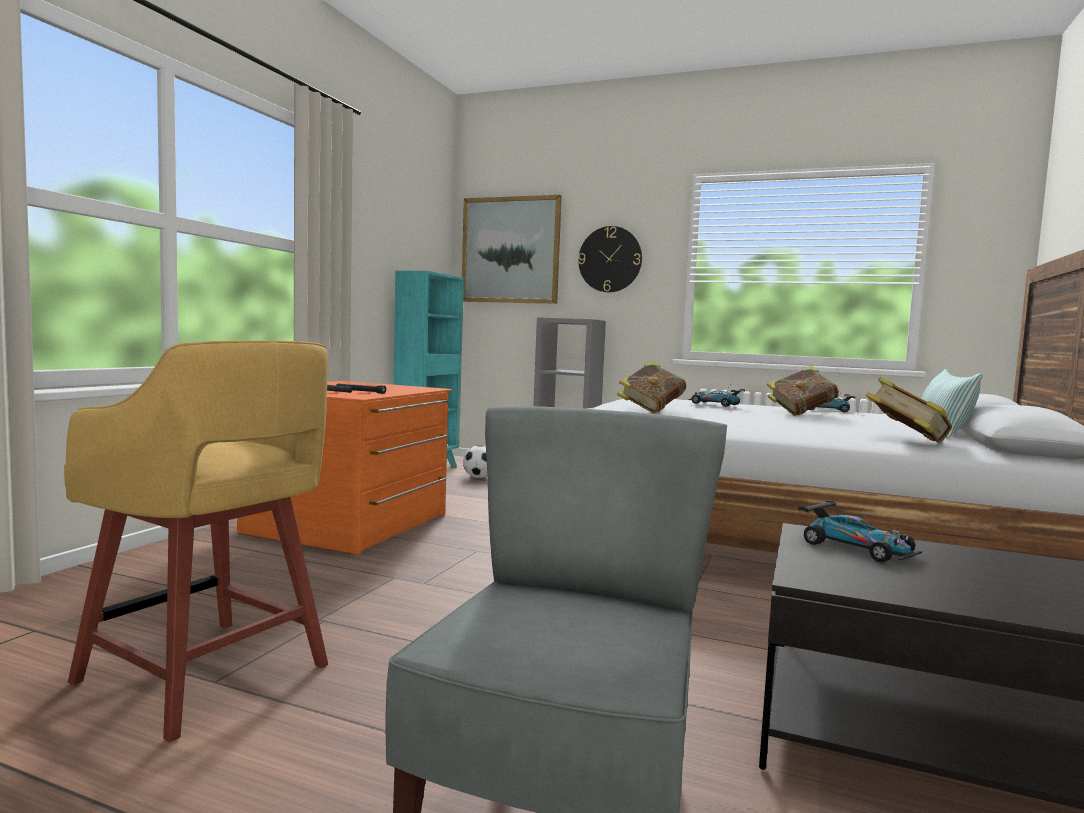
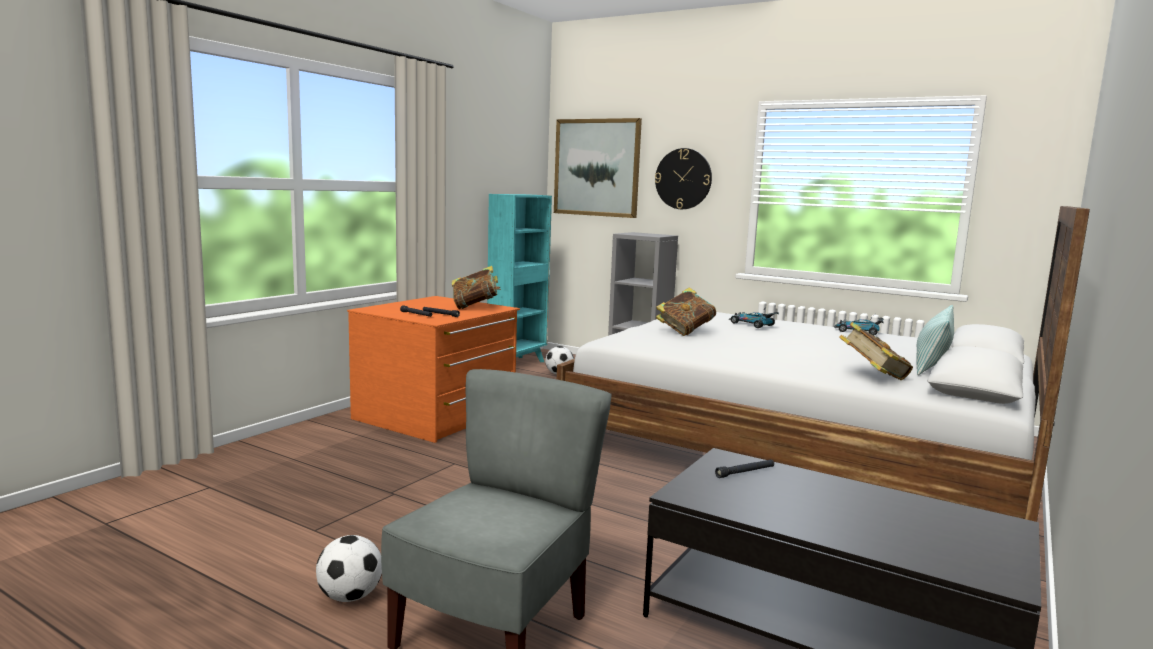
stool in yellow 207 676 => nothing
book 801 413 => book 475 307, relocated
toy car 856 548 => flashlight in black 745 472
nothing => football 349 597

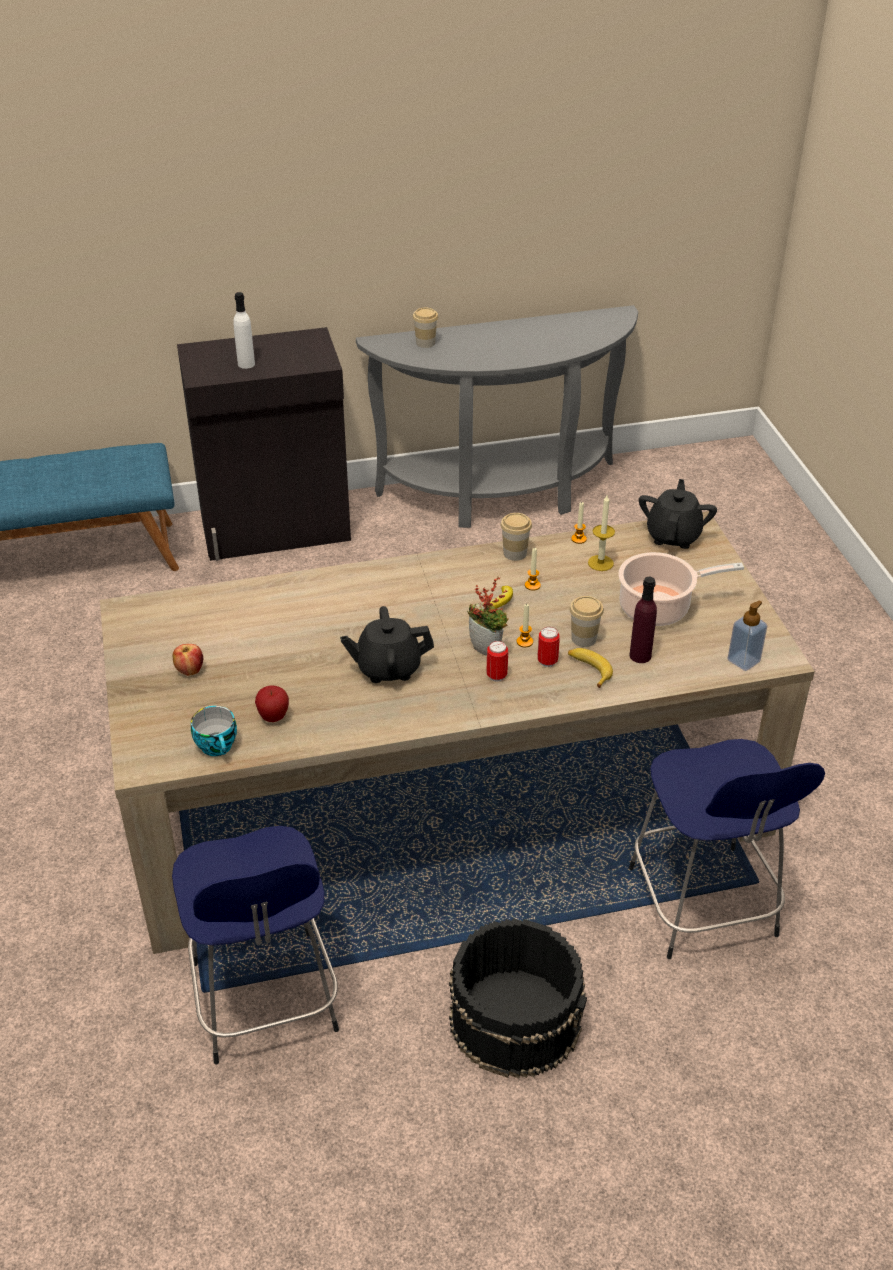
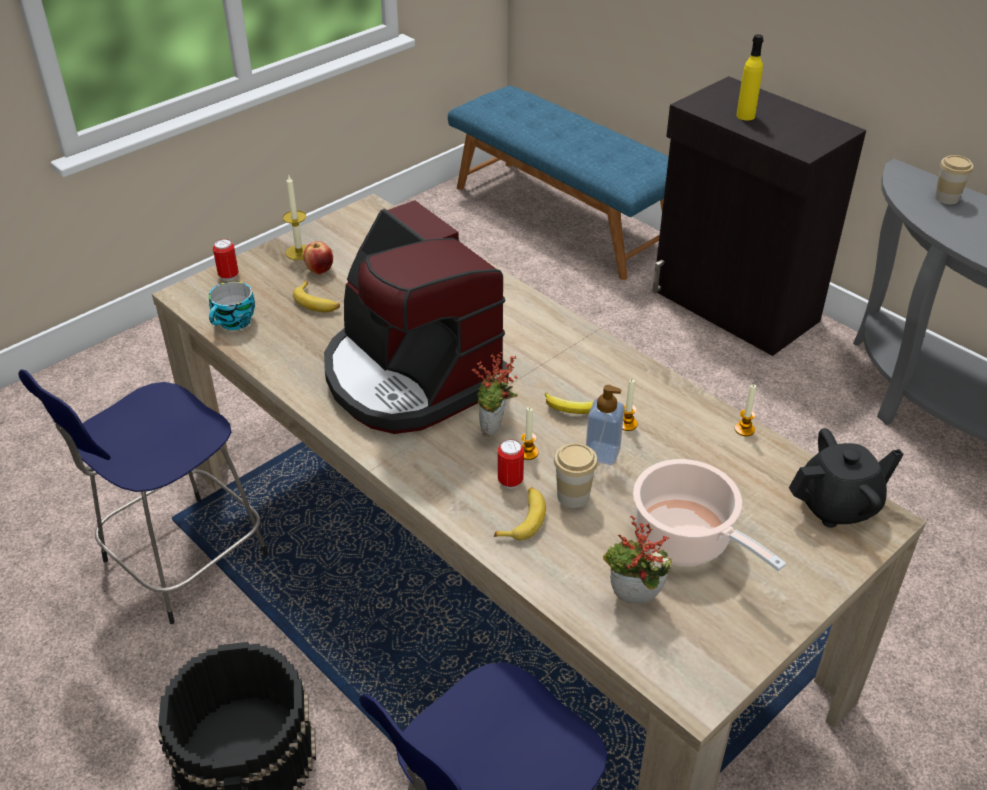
bottle in white 246 364 => bottle in yellow 745 116
candle 600 563 => candle 299 252, relocated
cup 515 553 => nothing
bottle in purple 640 655 => nothing
soap dispenser 743 660 => soap dispenser 602 453, relocated
teapot in black 388 668 => coffee machine 410 376
can 496 676 => can 228 276, relocated
apple 273 717 => nothing
nothing => banana 317 303
nothing => potted plant 633 601

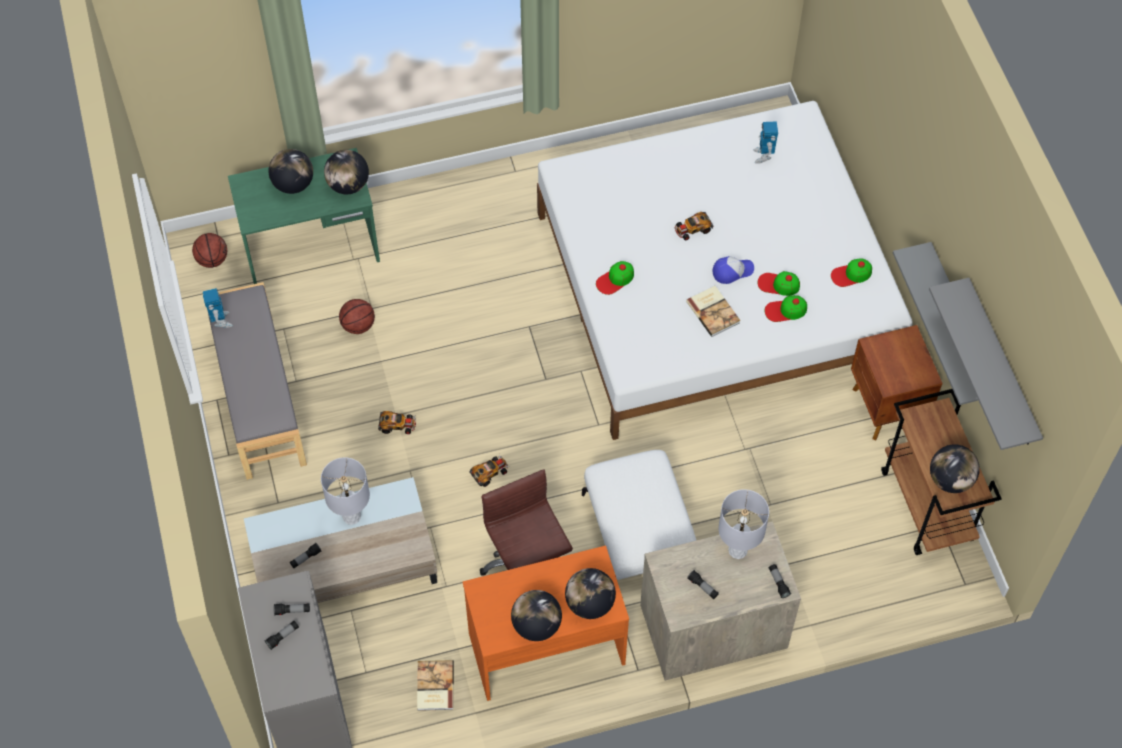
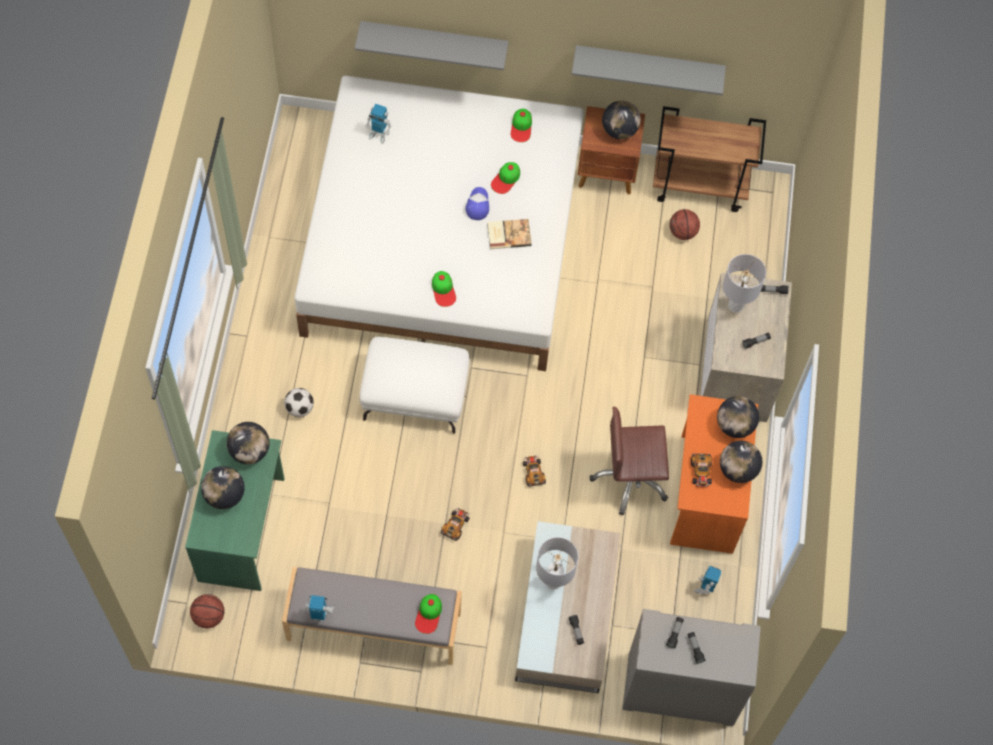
toy car 692 229 => toy car 701 472, relocated
shelf in grey 1001 366 => shelf in grey 434 40, relocated
cap 785 310 => cap 429 614, relocated
basketball 358 325 => basketball 682 232, relocated
globe 950 480 => globe 619 130, relocated
ottoman in white 639 531 => ottoman in white 415 393, relocated
book 434 686 => toy robot 705 587
nothing => football 300 408

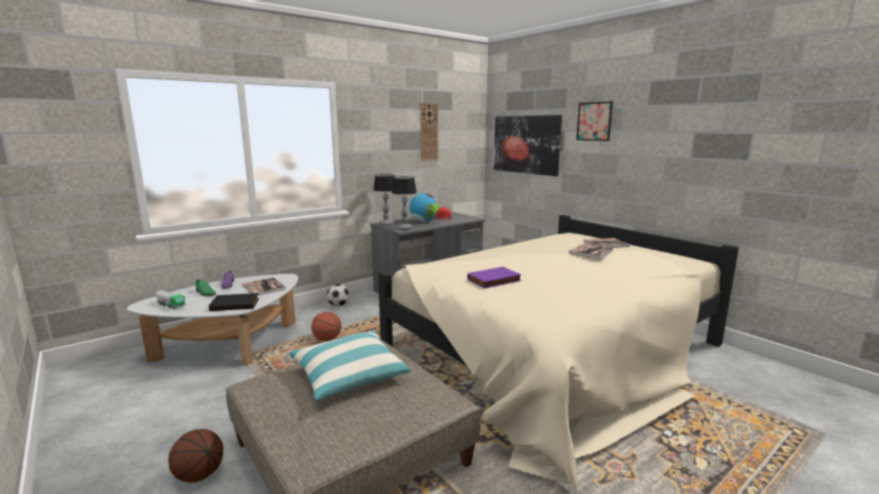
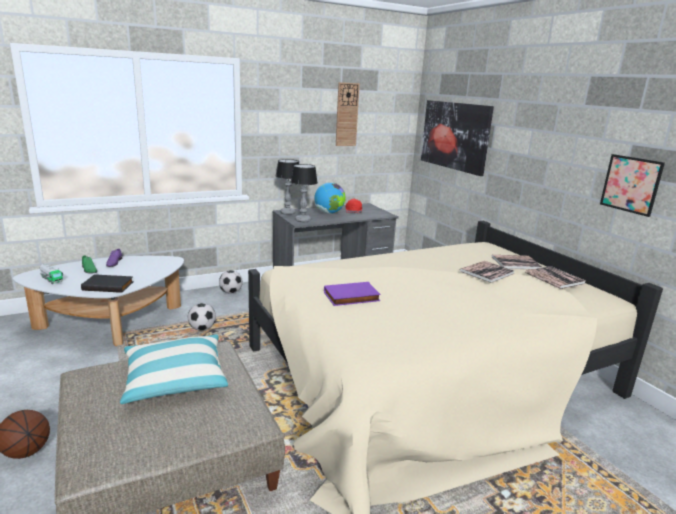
picture 594 121 => picture 631 184, relocated
book 263 287 => book 554 278, relocated
basketball 327 339 => football 202 329

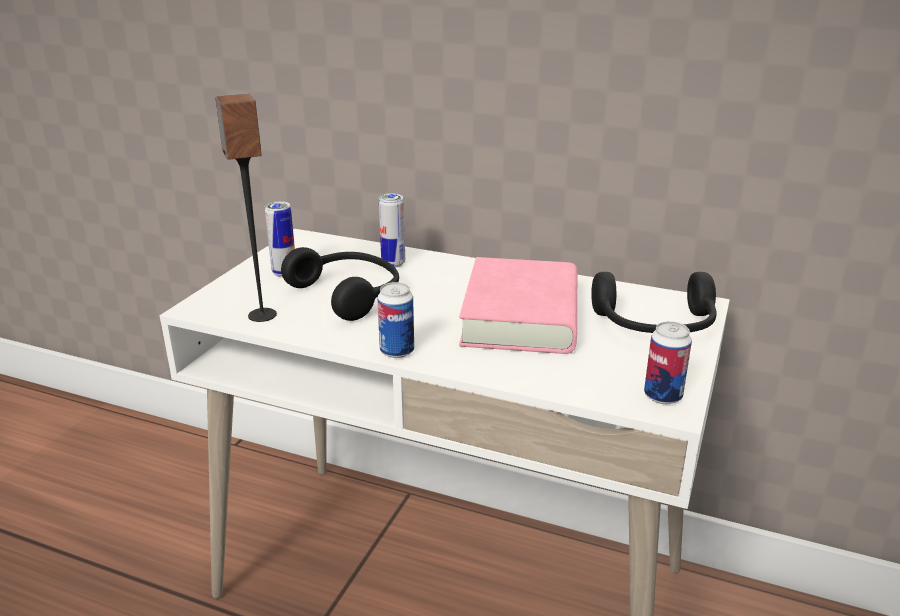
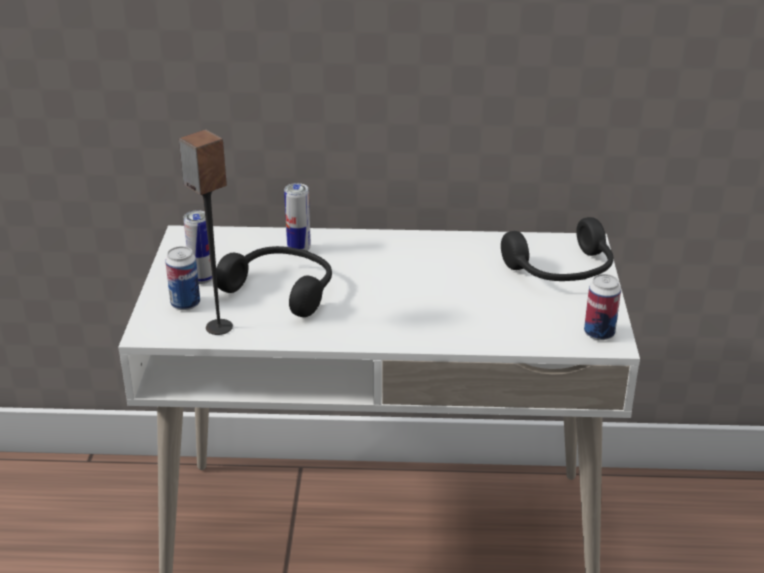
book in pink 521 317 => nothing
can 397 351 => can 185 304, relocated

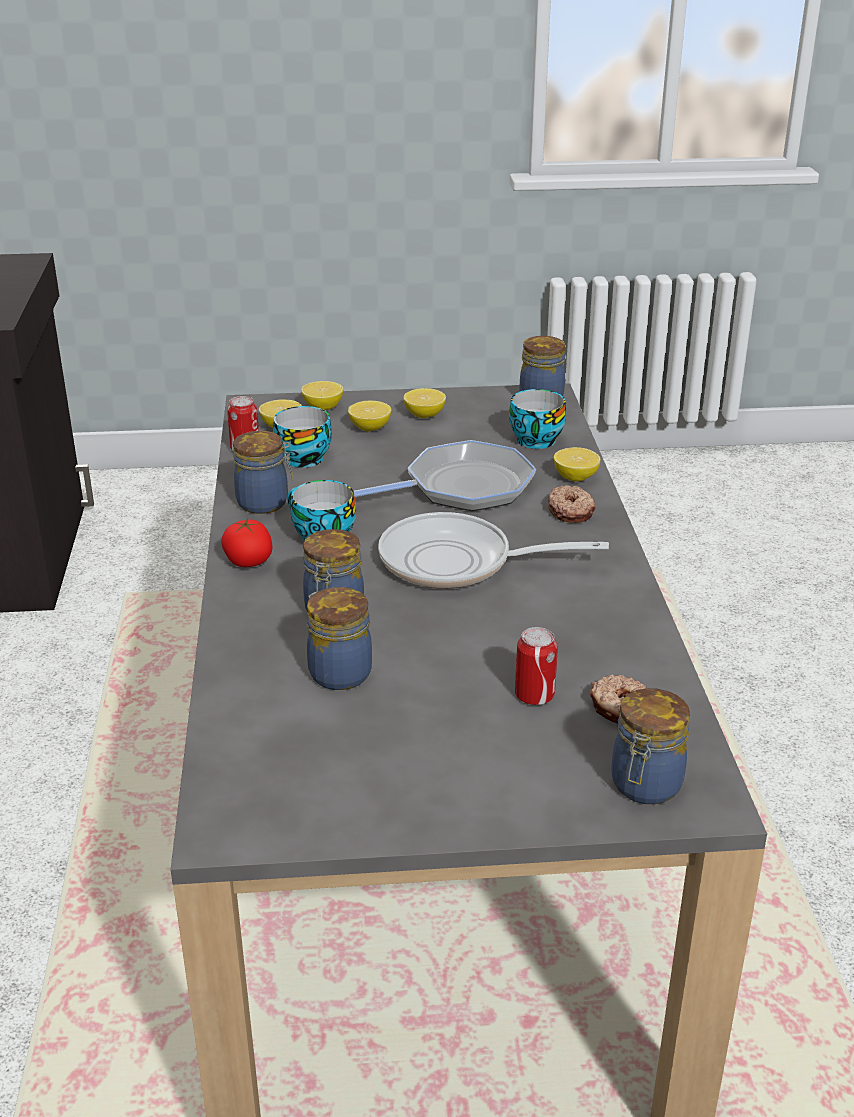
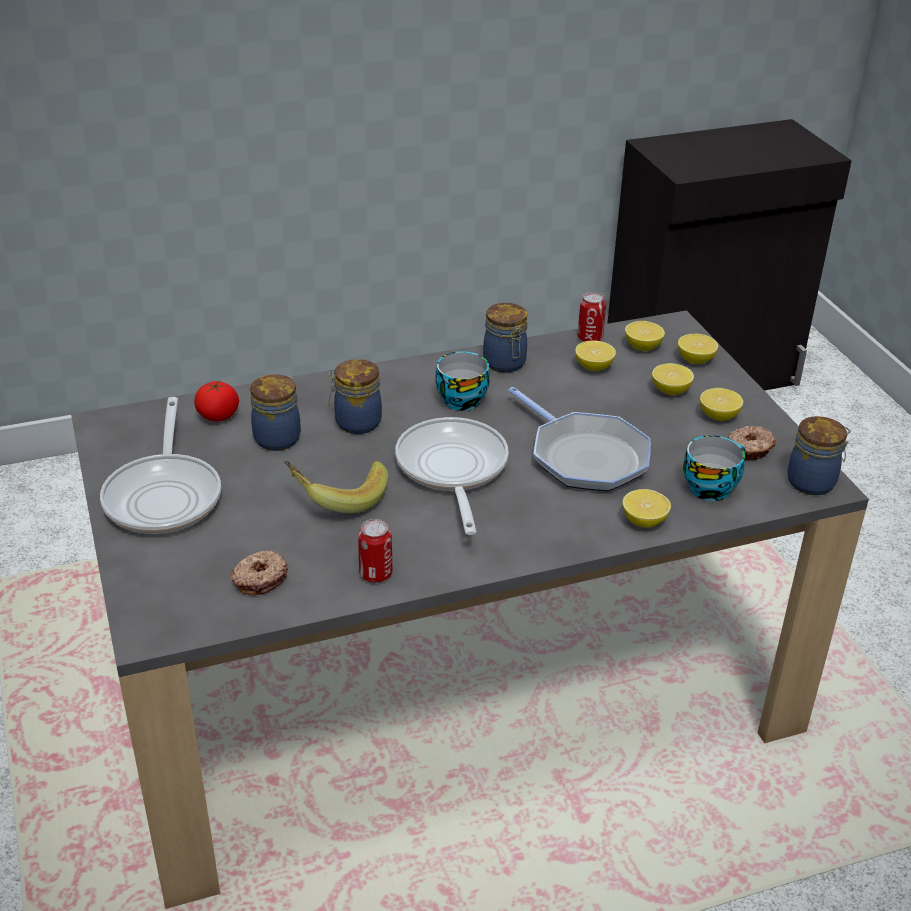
cup 304 457 => lemon 594 367
donut 571 511 => donut 750 449, relocated
tomato 249 562 => tomato 218 416, relocated
can 534 696 => can 375 574, relocated
jar 645 786 => nothing
nothing => frying pan 165 495
nothing => banana 338 496

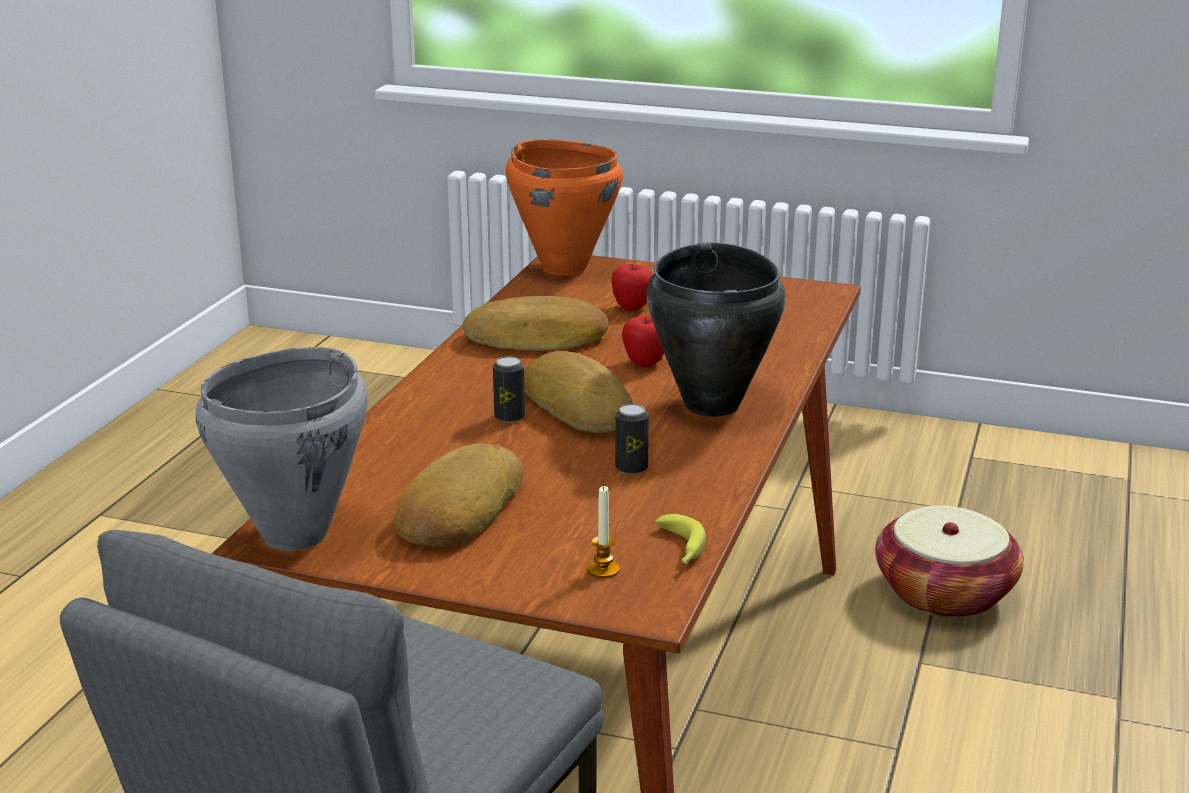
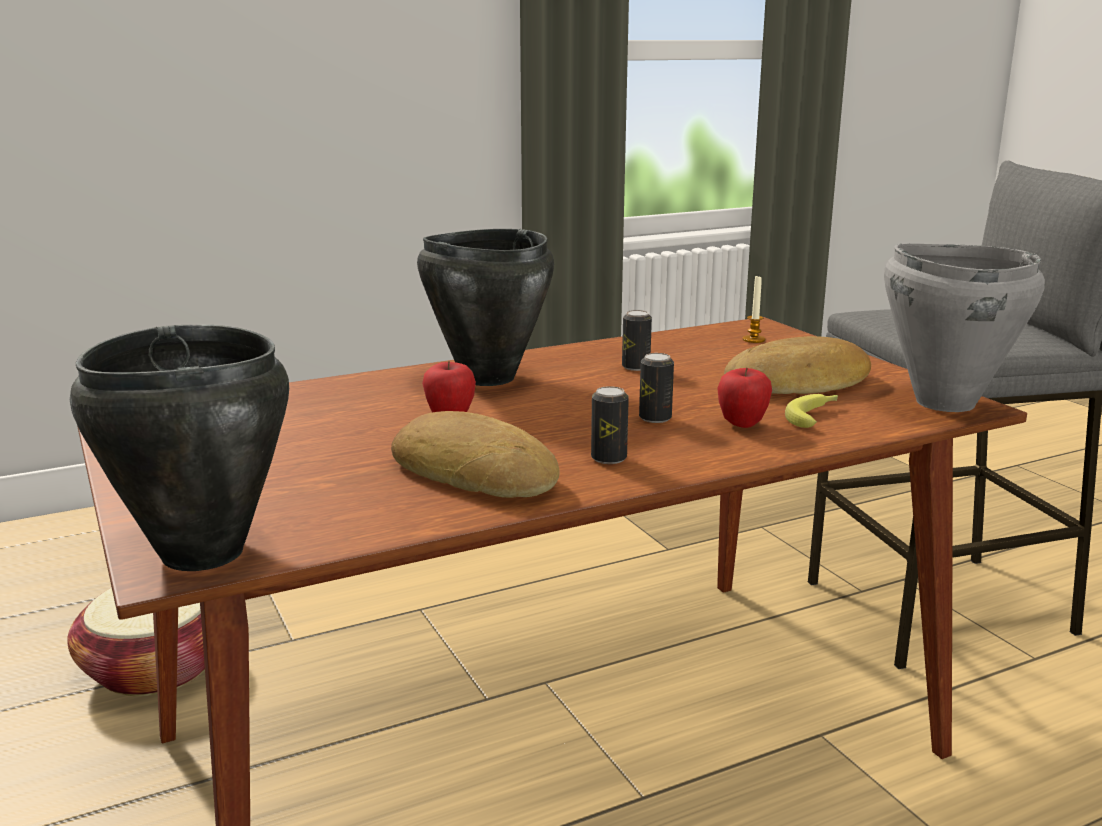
cooking pot in orange 564 267 => cooking pot in black 201 554
apple 632 308 => apple 742 424, relocated
bread 580 405 => nothing
banana 680 549 => banana 815 416, relocated
nothing => can 609 458

